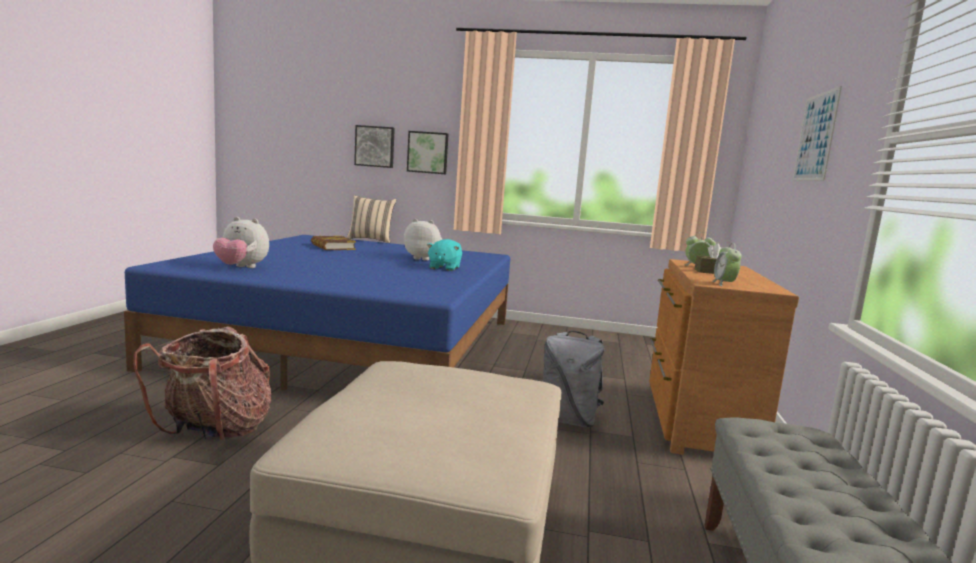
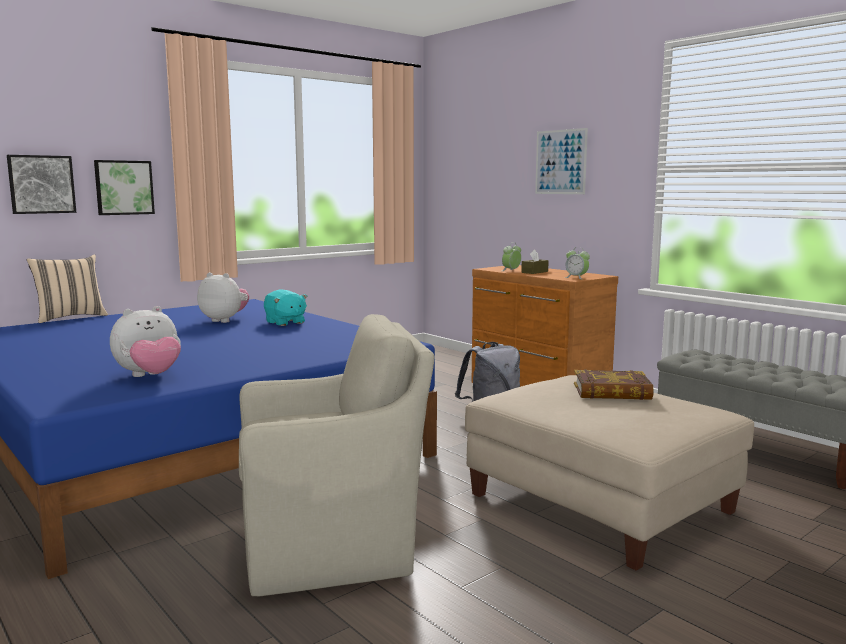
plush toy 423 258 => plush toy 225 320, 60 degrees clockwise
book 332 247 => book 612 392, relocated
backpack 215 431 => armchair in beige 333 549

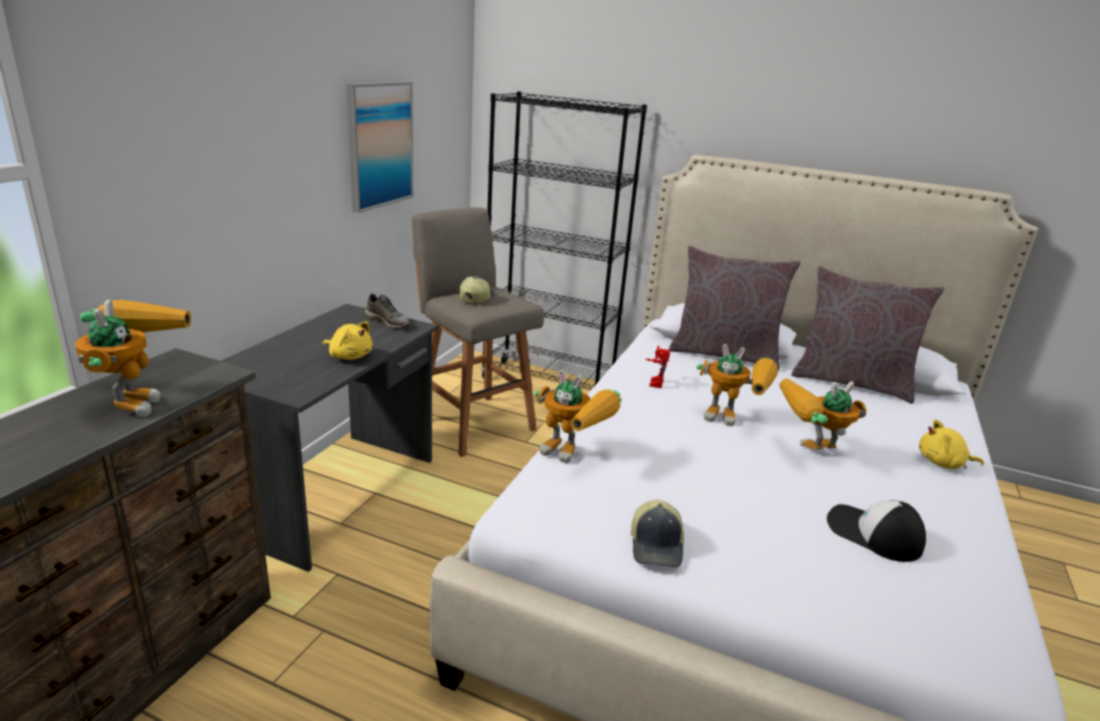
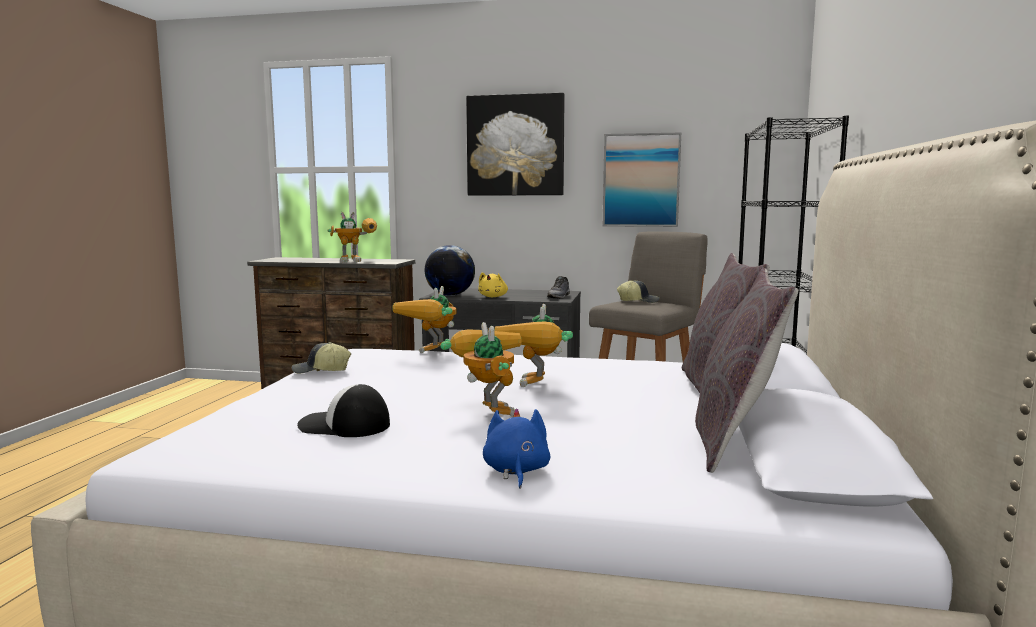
toy robot 653 382 => nothing
plush toy in yellow 943 463 => plush toy in blue 516 471
cap 873 534 => cap 344 425, 105 degrees counterclockwise
nothing => picture 515 145
nothing => globe 450 295

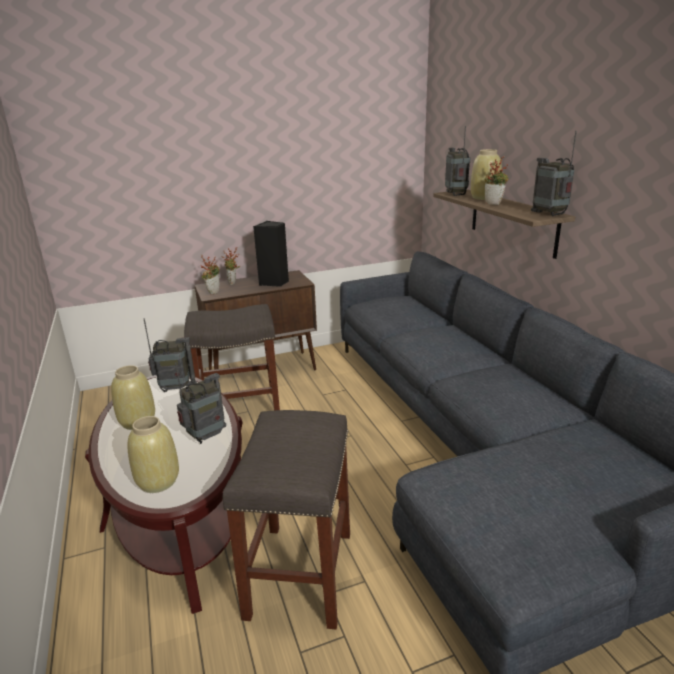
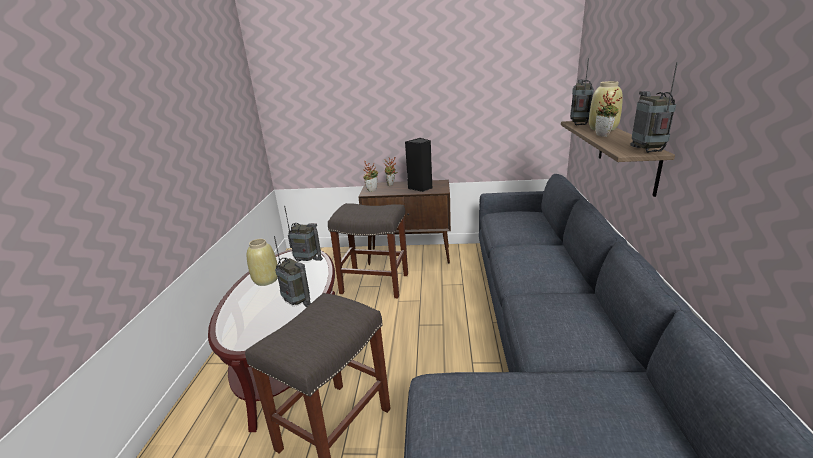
radio 207 437 => radio 297 302, 60 degrees clockwise
vase in beige 158 482 => nothing

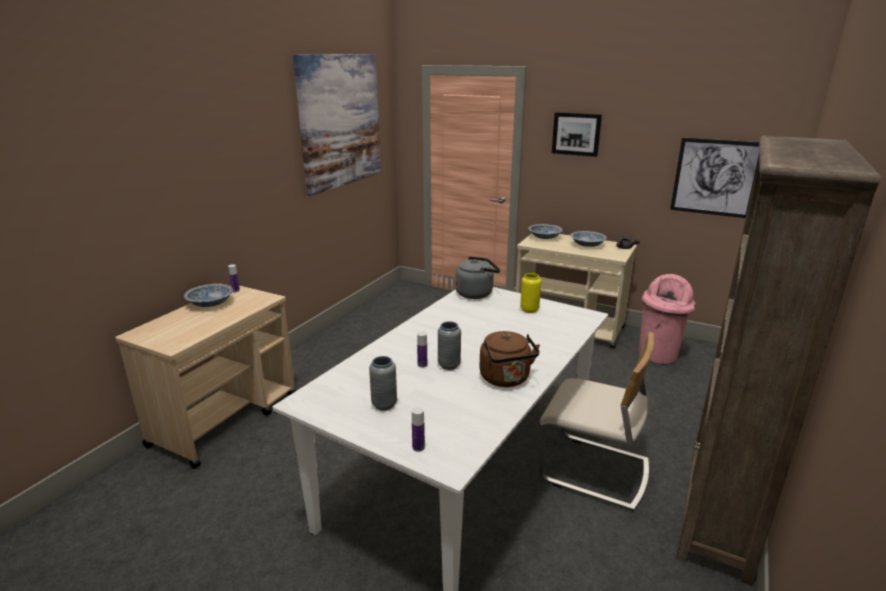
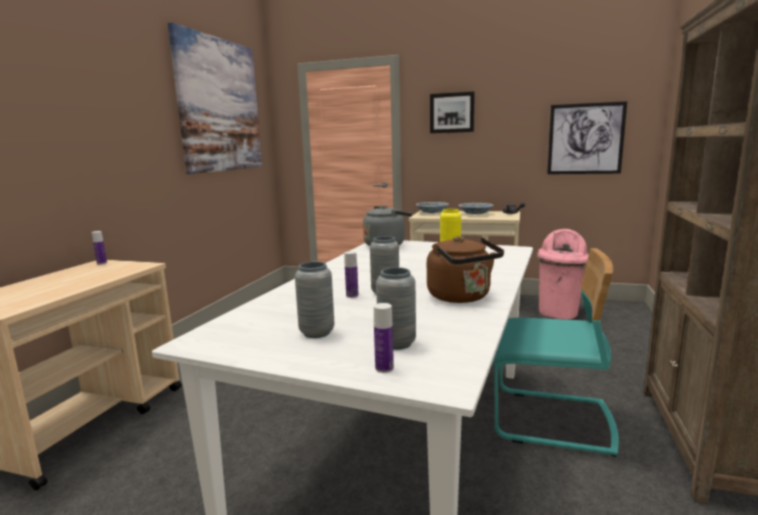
bowl 210 303 => nothing
chair in beige 594 471 => chair in turquoise 551 421
nothing => vase in grey 397 343

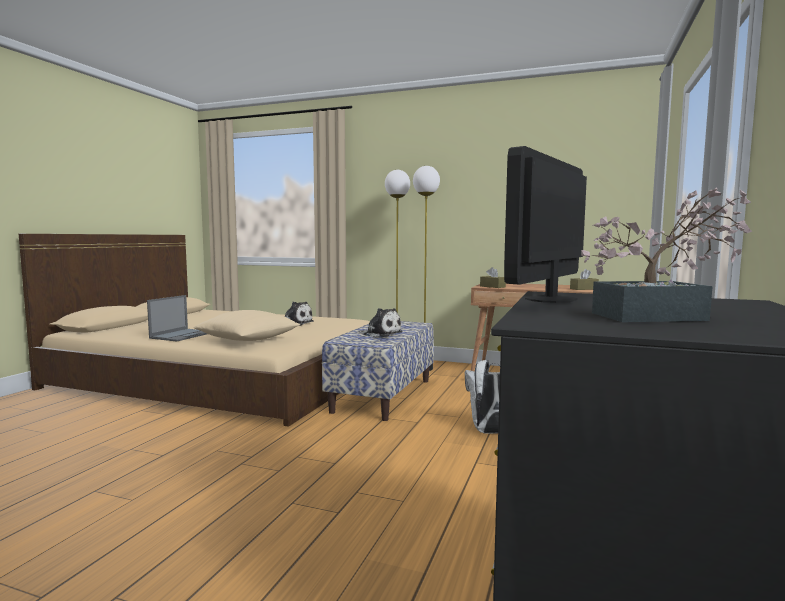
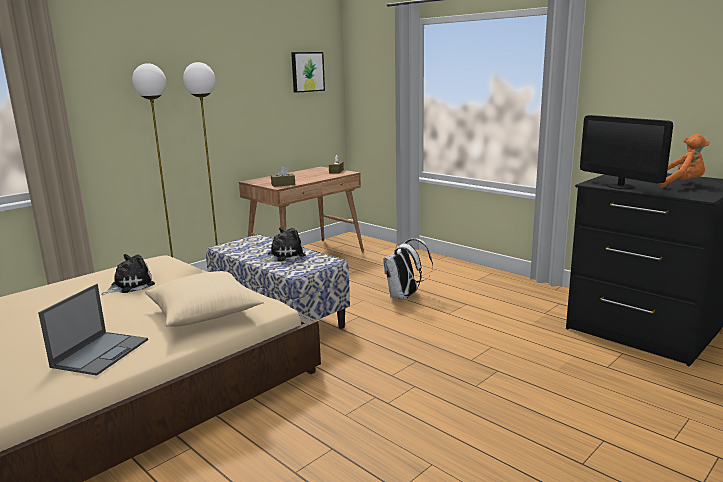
potted plant 660 316 => plush toy in orange 680 184
laptop 182 335 => laptop 101 352, 60 degrees clockwise
nothing => picture 307 72

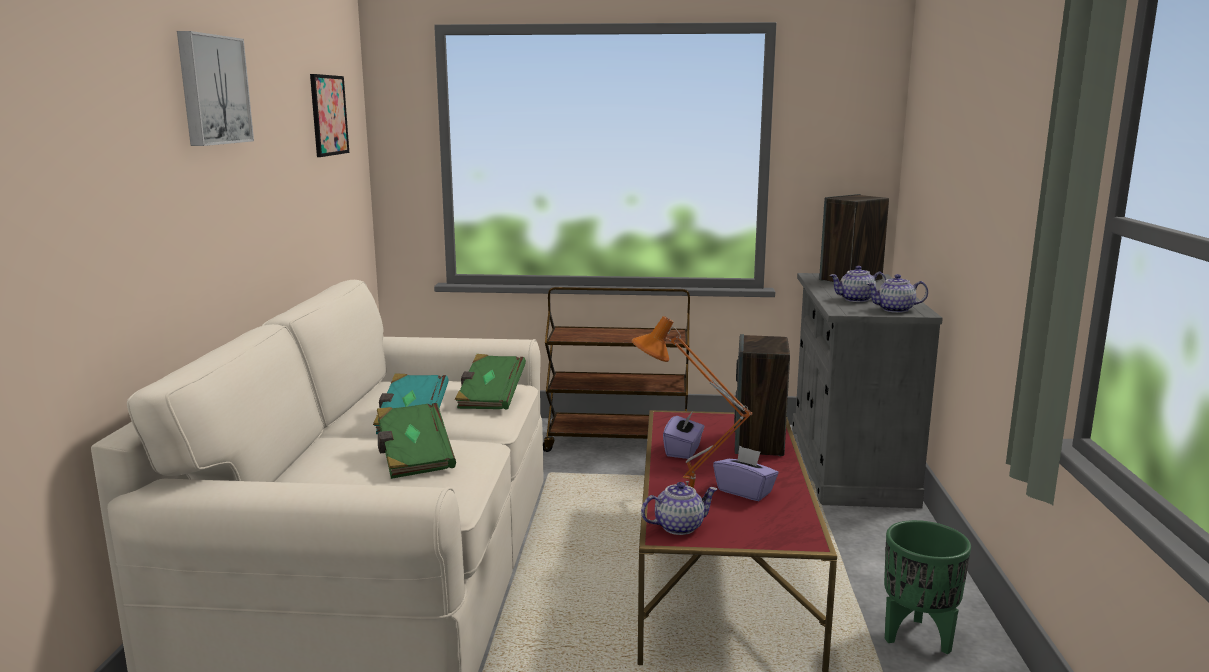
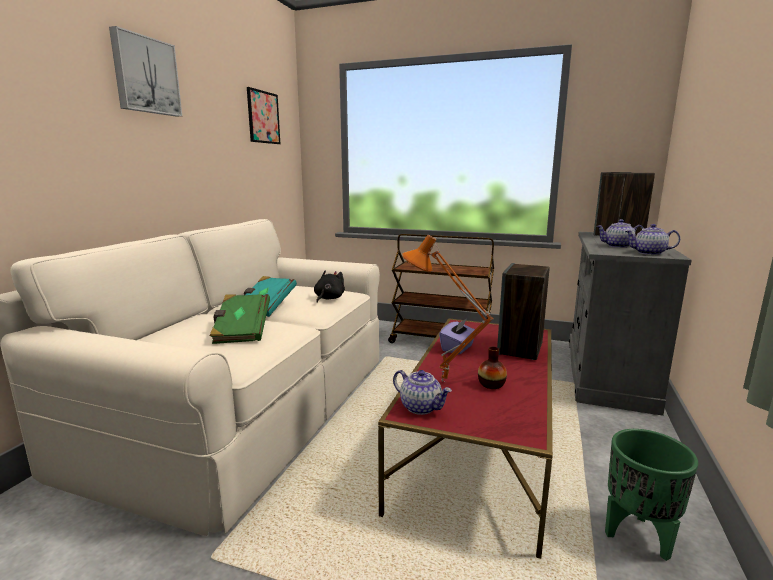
book in green 490 398 => plush toy in black 328 298
tissue box in purple 745 491 => vase 491 384
teapot 679 526 => teapot 421 407, 45 degrees clockwise

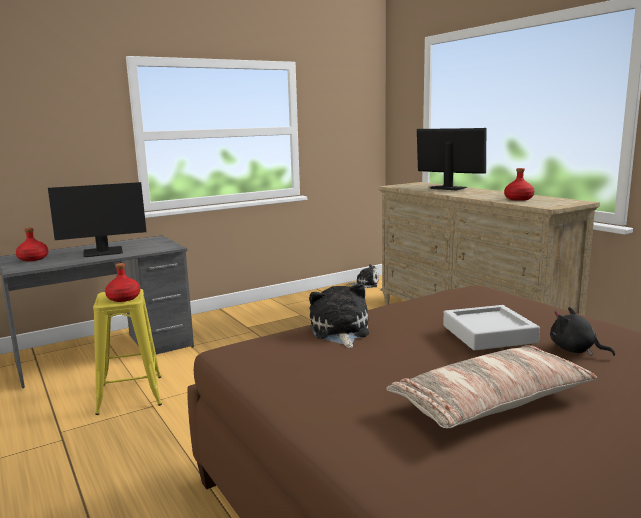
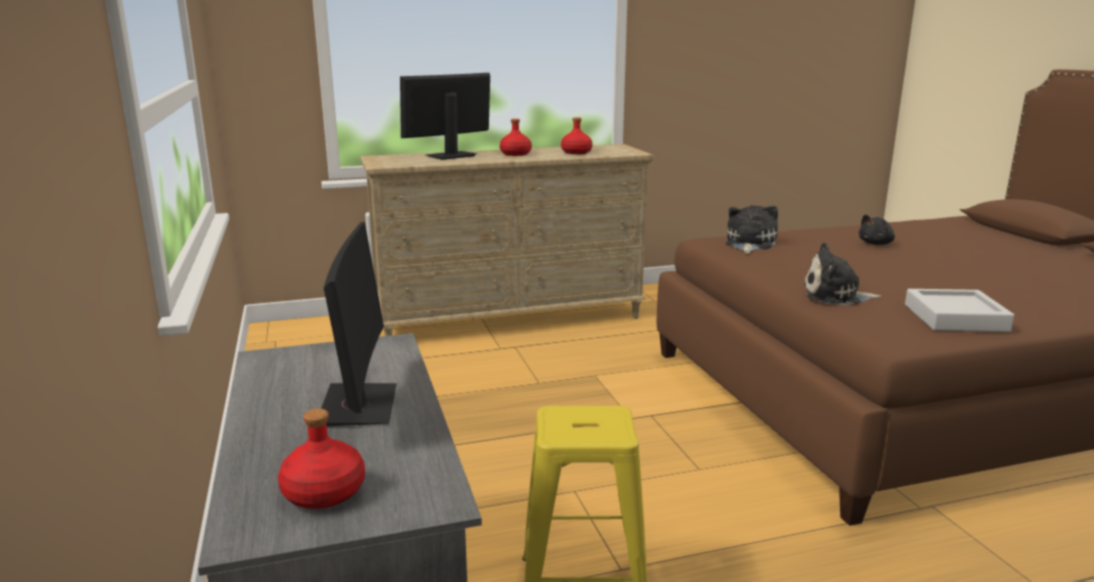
bottle in red 123 298 => bottle in red 516 154, relocated
plush toy 365 284 => plush toy 749 244, relocated
tray in grey 488 334 => tray in grey 955 318, relocated
pillow 493 403 => nothing

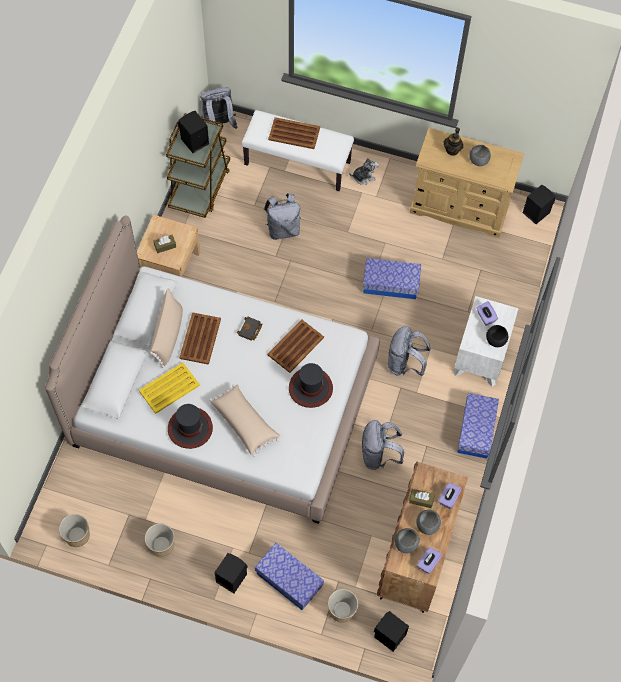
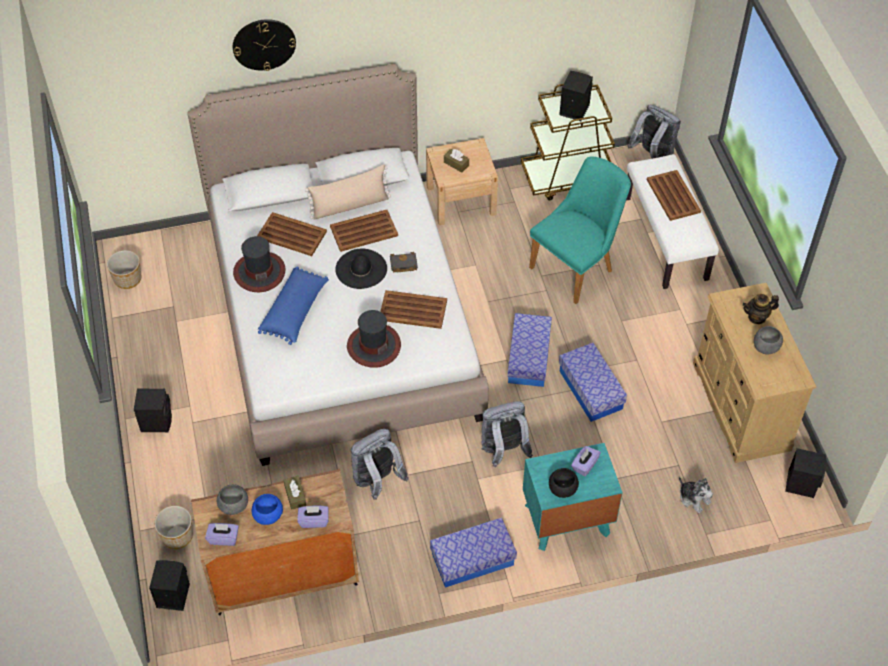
plush toy 363 177 => plush toy 694 498, relocated
backpack in grey 283 229 => chair in turquoise 577 266
nightstand in white 480 357 => nightstand in turquoise 566 519
tray in yellow 168 388 => tray in brown 291 234
pillow in beige 245 423 => pillow in blue 295 312
bowl in grey 427 525 => bowl in blue 268 516
planter 161 545 => nothing
storage box 289 580 => storage box 528 357, relocated
nothing => wall clock 264 44
nothing => hat in black 361 269

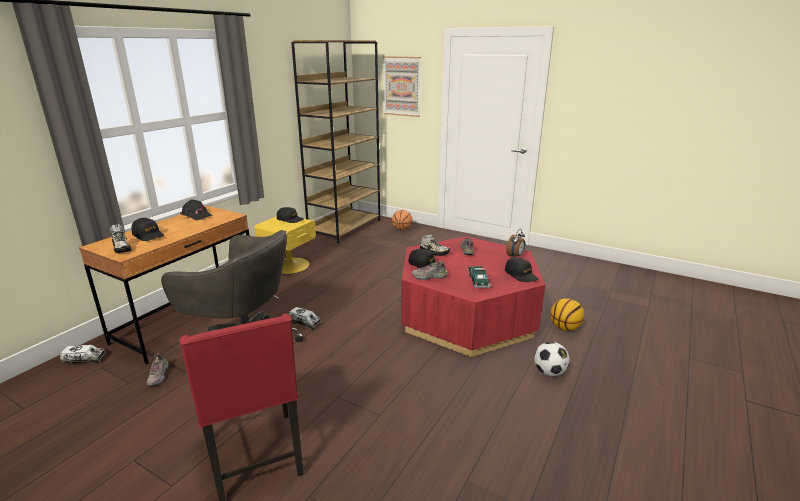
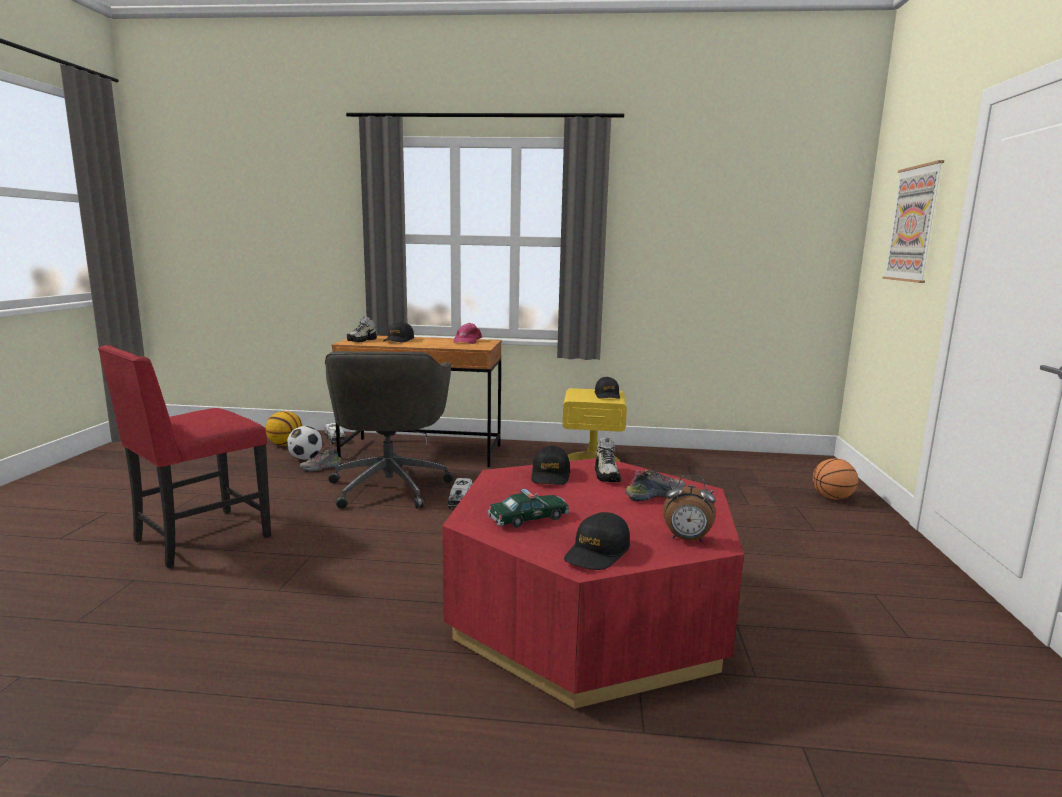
bookcase in brown 345 228 => nothing
cap in black 196 215 => cap in pink 467 341
shoe 429 277 => nothing
basketball 565 328 => basketball 285 444, relocated
football 549 372 => football 305 458, relocated

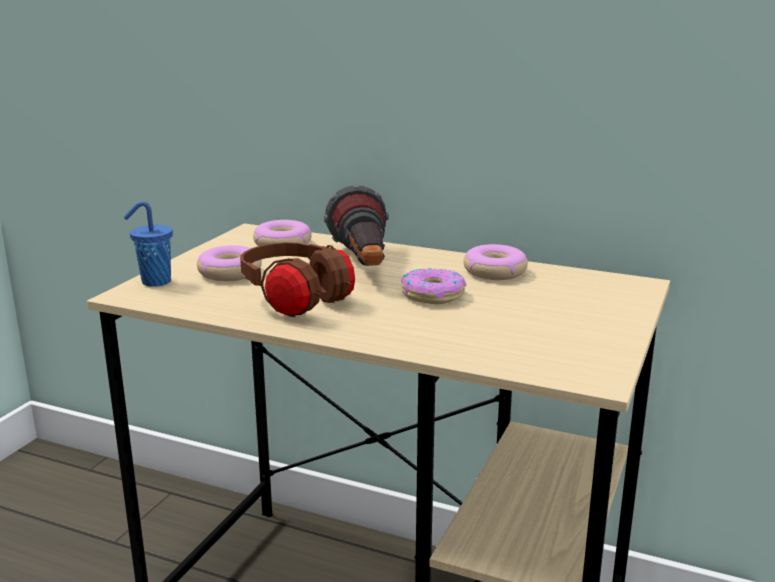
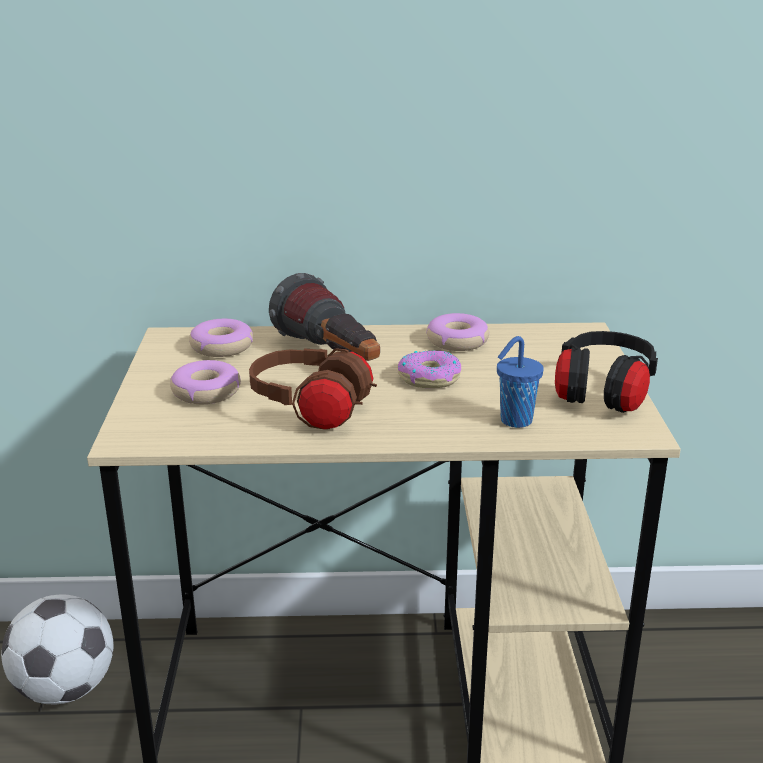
cup in blue 154 282 => cup in blue 514 421, relocated
nothing => headphones in black 603 395
nothing => football 65 688

